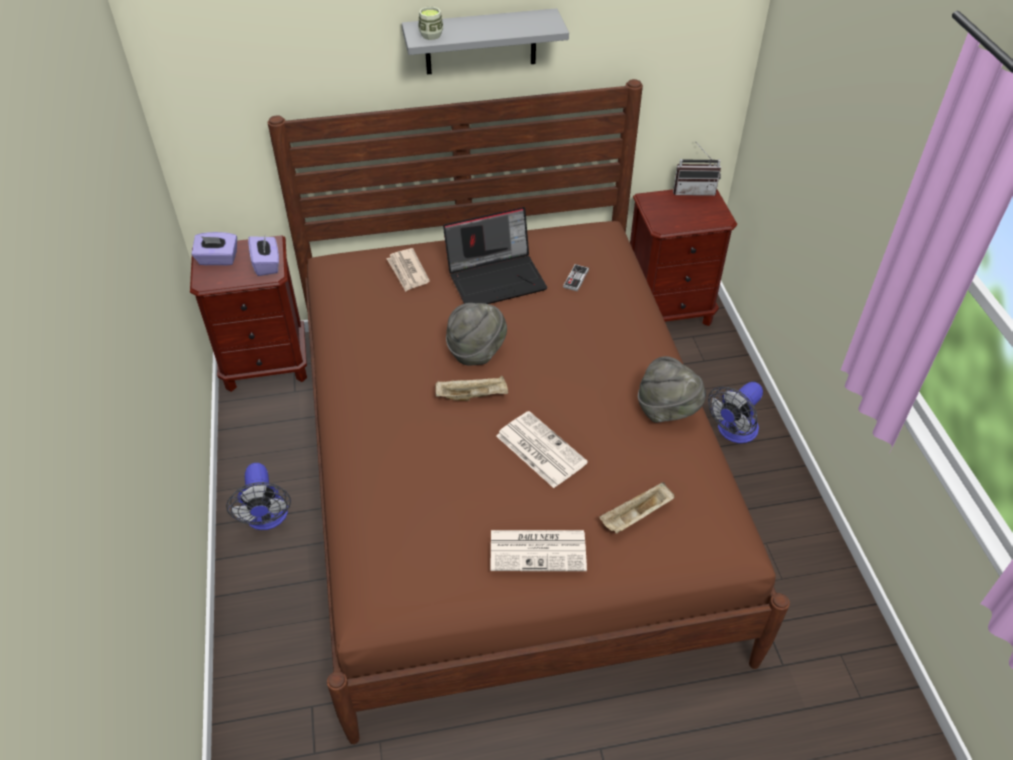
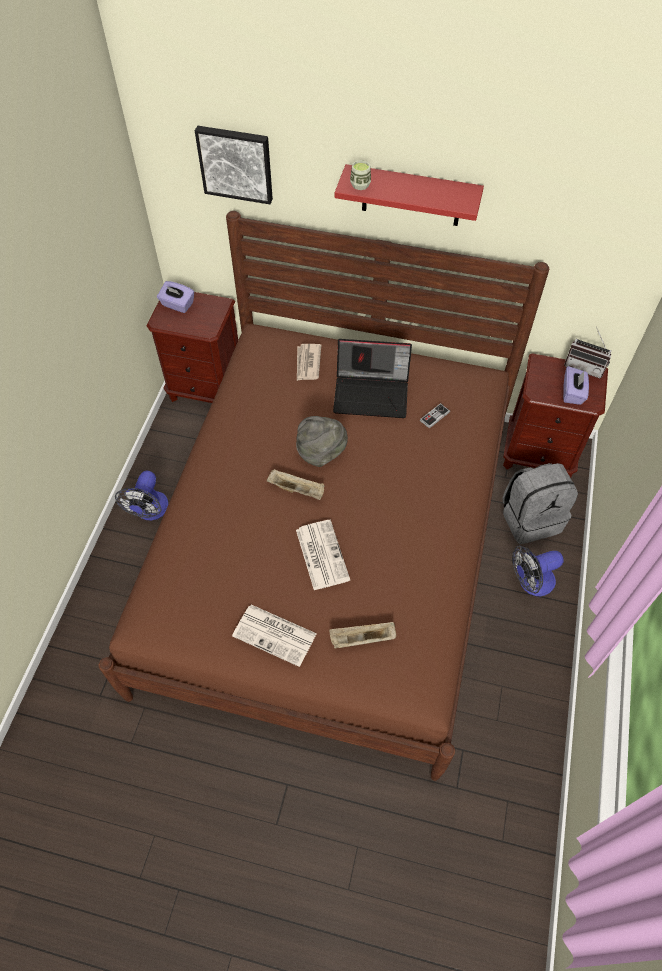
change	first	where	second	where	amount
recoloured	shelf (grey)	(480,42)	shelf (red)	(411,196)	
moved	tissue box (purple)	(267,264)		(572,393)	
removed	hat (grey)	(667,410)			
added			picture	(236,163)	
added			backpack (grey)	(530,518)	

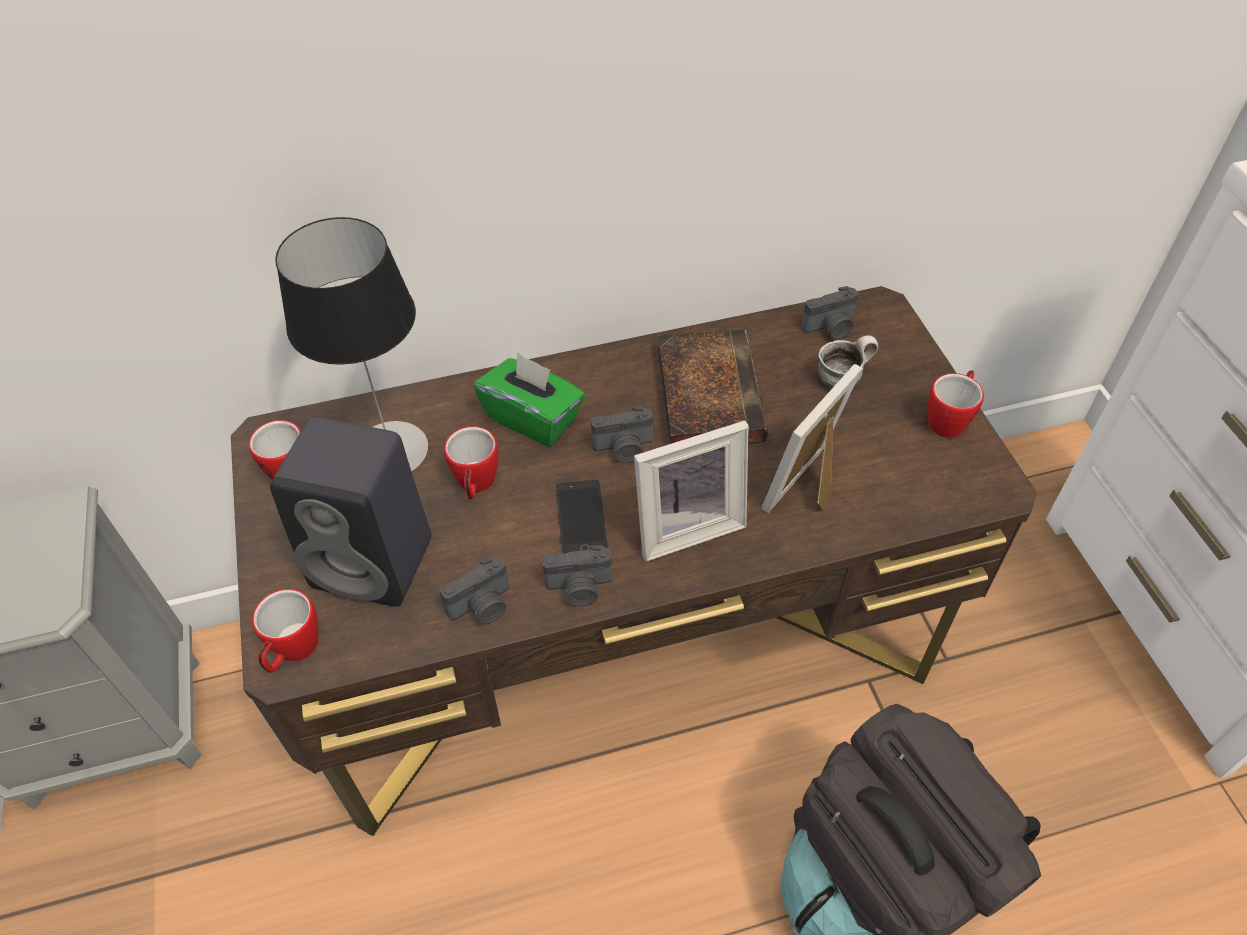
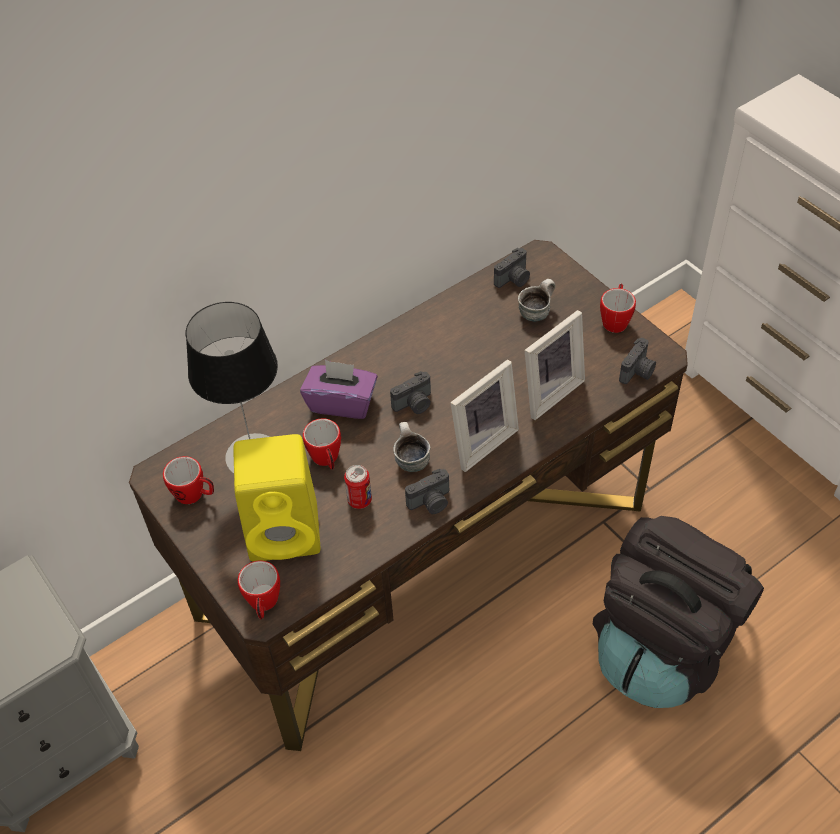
change	first	where	second	where	amount
removed	book	(707,392)			
recoloured	tissue box (green)	(533,418)	tissue box (purple)	(342,403)	
turned	picture frame	(811,487)		(547,391)	150 degrees counterclockwise
recoloured	speaker (black)	(377,562)	speaker (yellow)	(287,531)	
replaced	phone	(581,519)	mug	(409,459)	
moved	photo camera	(483,607)		(638,372)	
added			can	(359,500)	

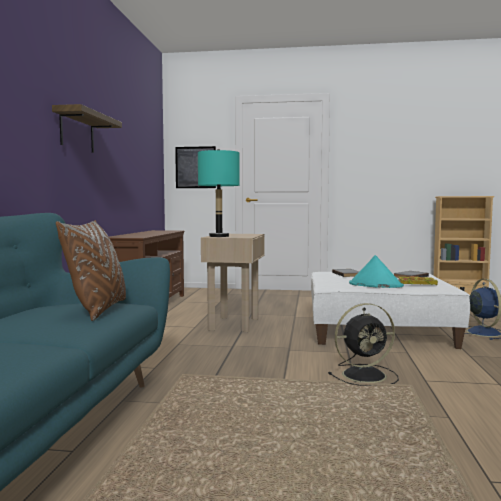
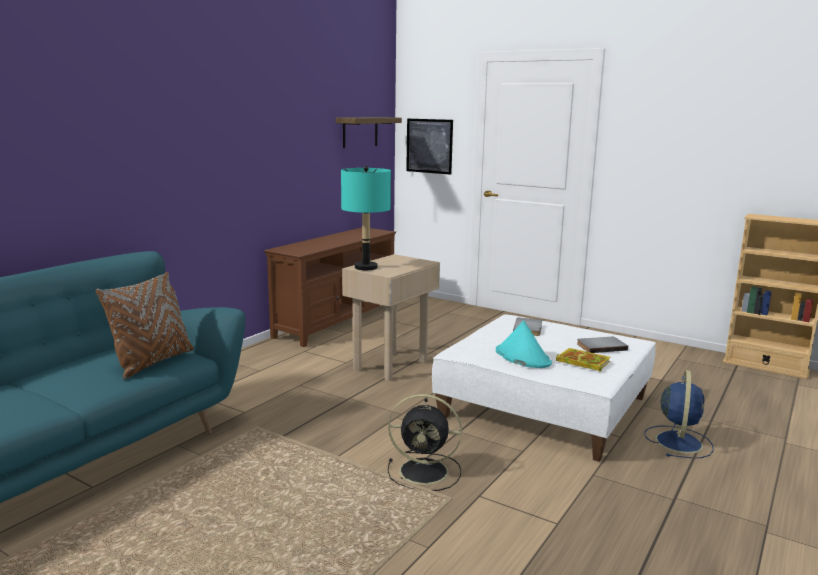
change	first	where	second	where	amount
moved	shelf	(77,131)		(360,132)	

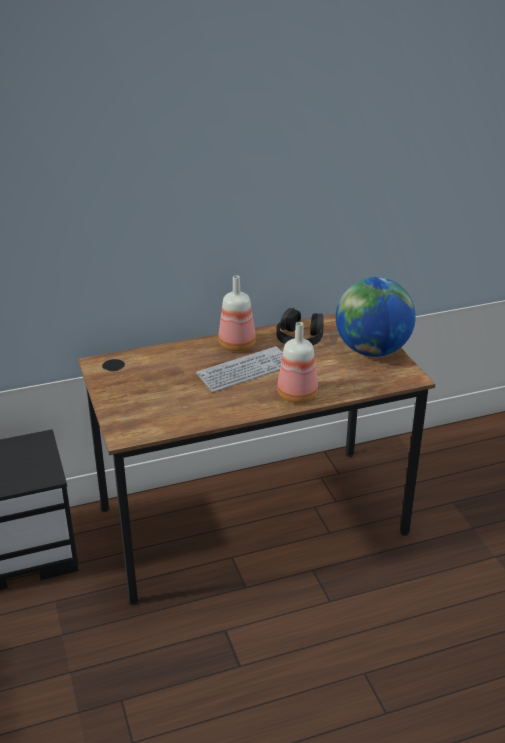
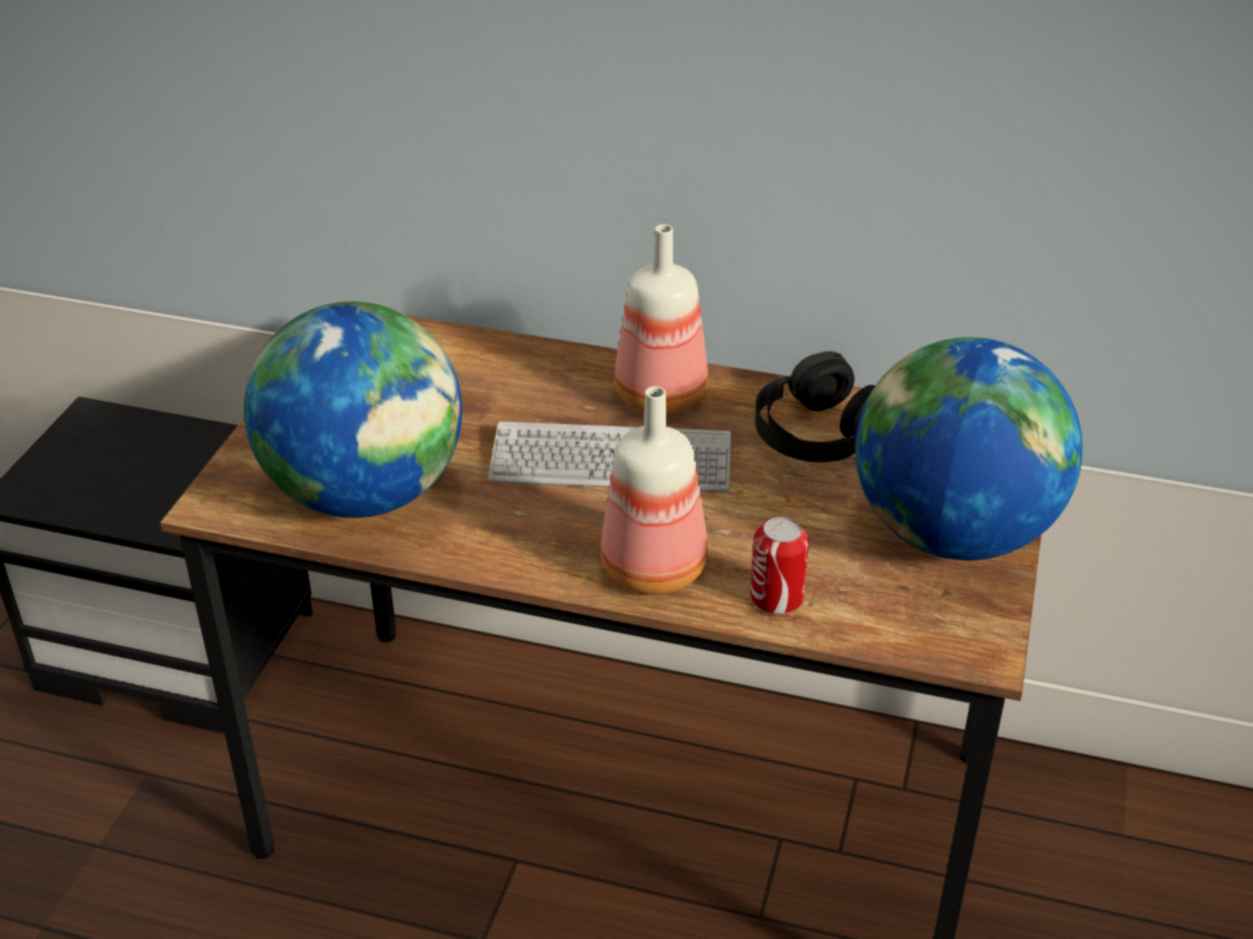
change	first	where	second	where	amount
added			globe	(365,494)	
added			can	(776,597)	

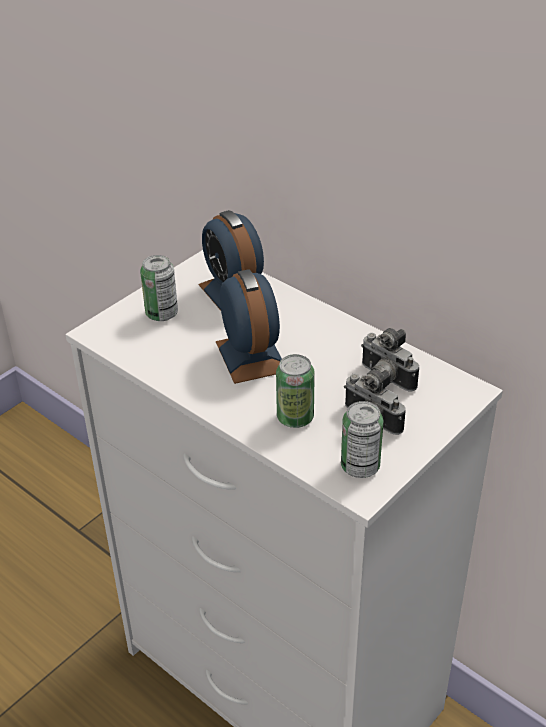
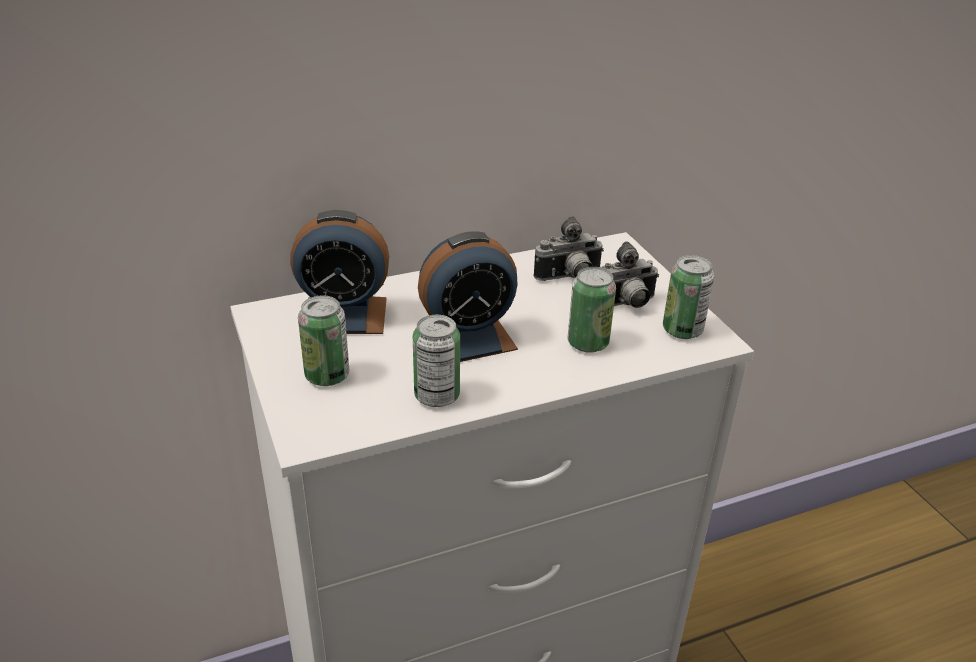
change	first	where	second	where	amount
turned	alarm clock	(250,356)		(467,339)	150 degrees clockwise
added			can	(437,396)	

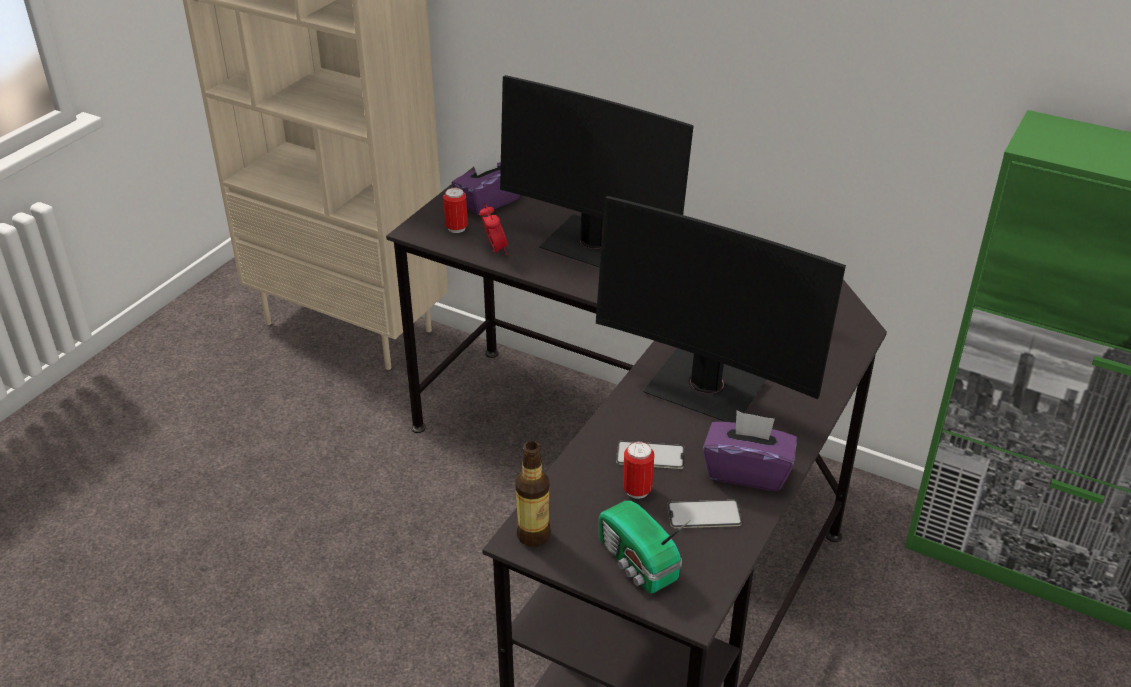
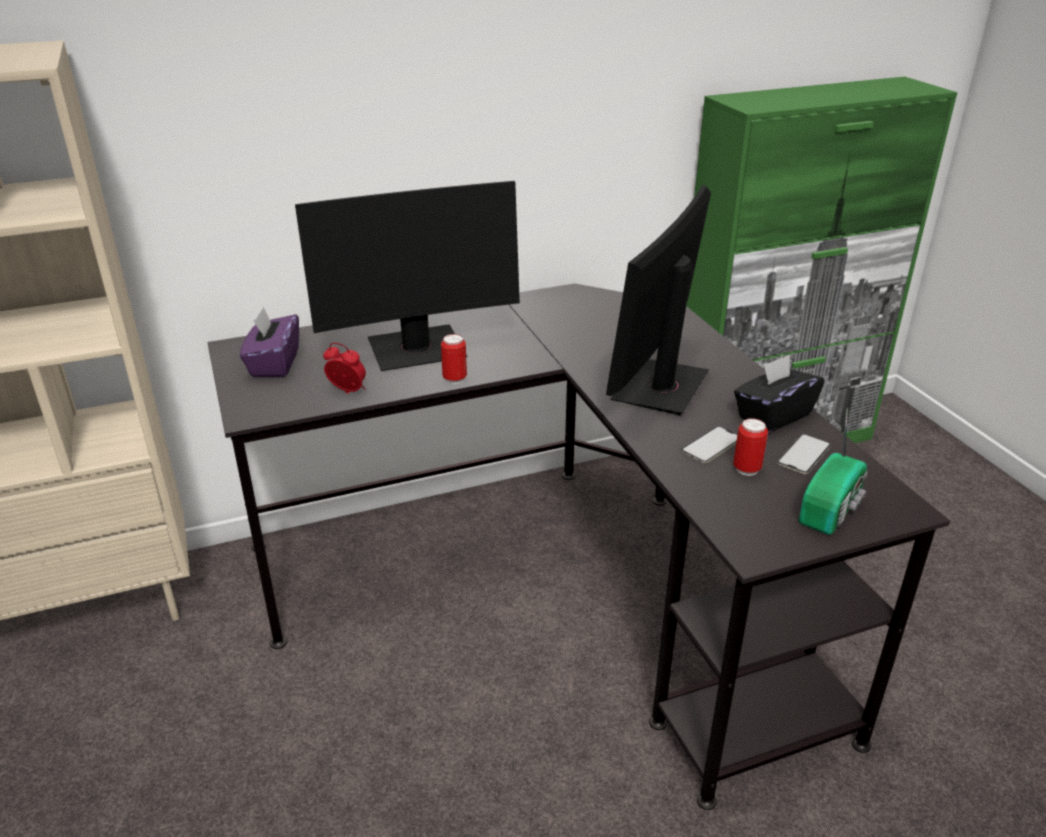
change	first	where	second	where	amount
moved	can	(456,228)		(454,379)	
turned	monitor	(705,388)		(660,388)	135 degrees clockwise
recoloured	tissue box (purple)	(747,471)	tissue box (black)	(773,416)	
removed	bottle	(533,535)			
turned	radio	(637,563)		(833,508)	60 degrees counterclockwise

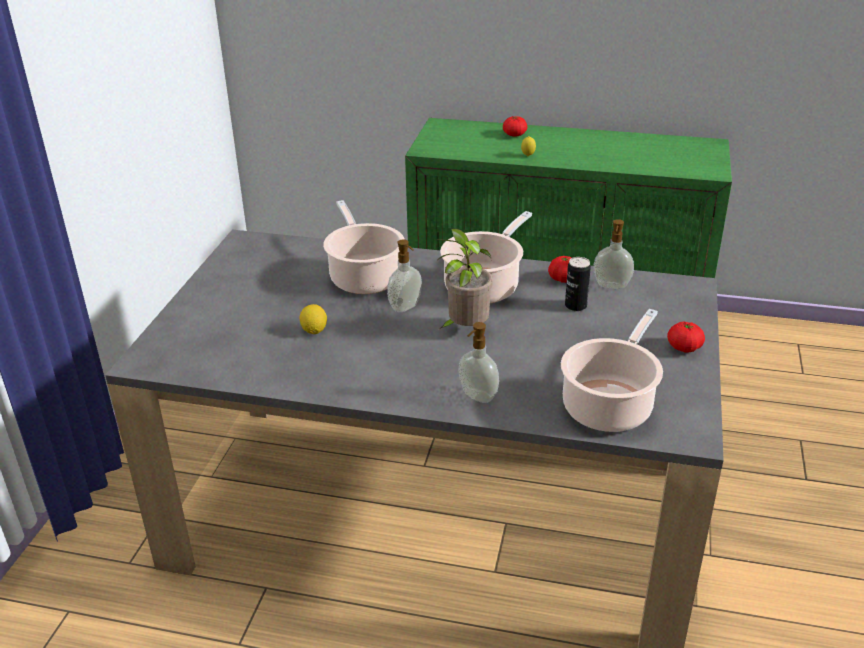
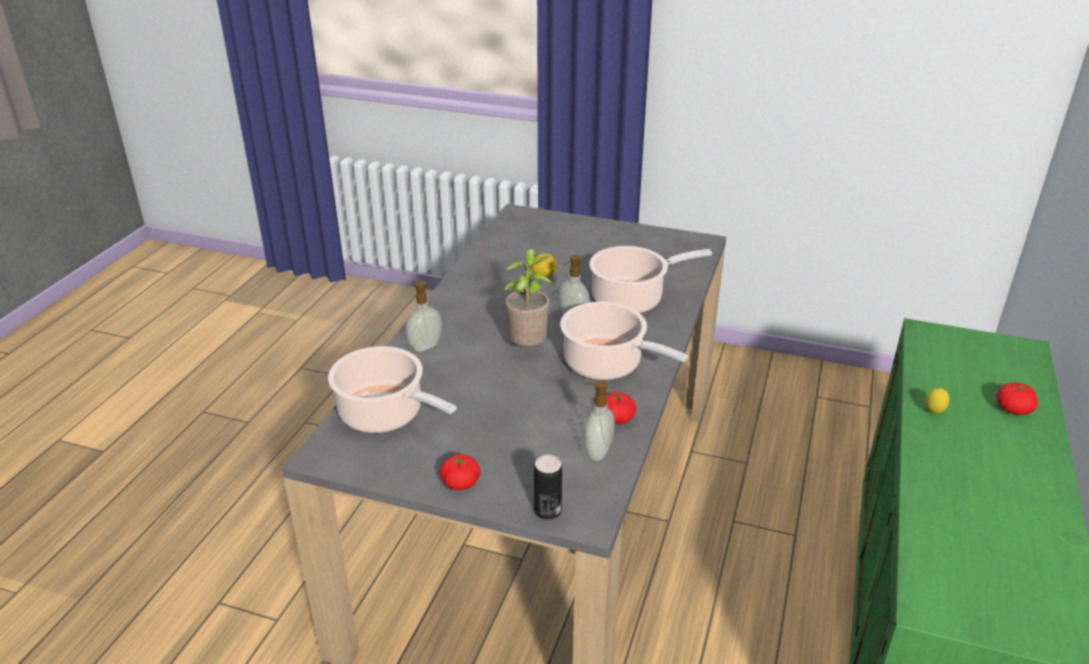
change	first	where	second	where	amount
moved	can	(575,306)		(548,511)	

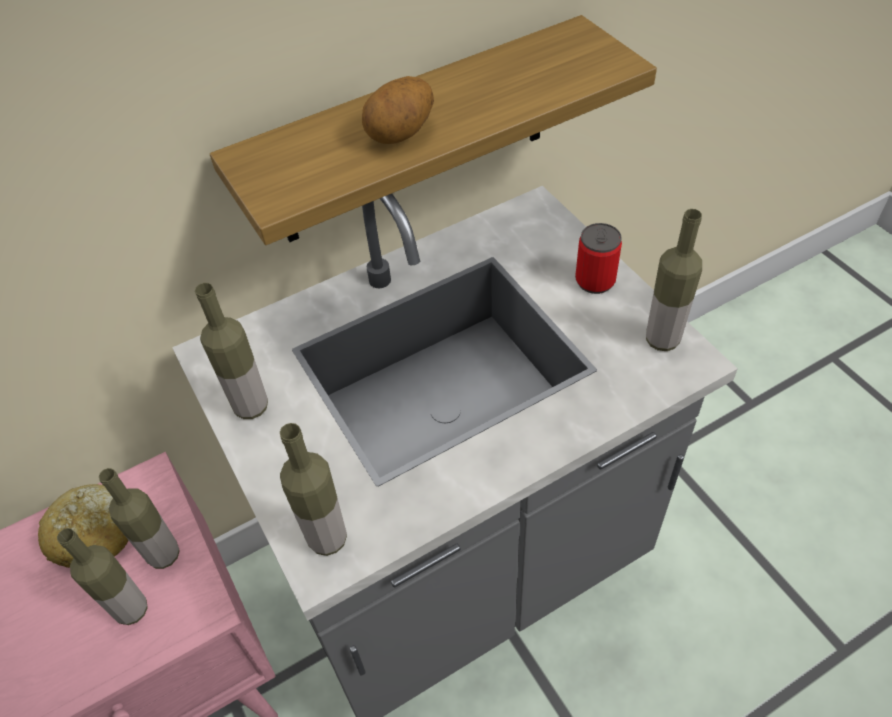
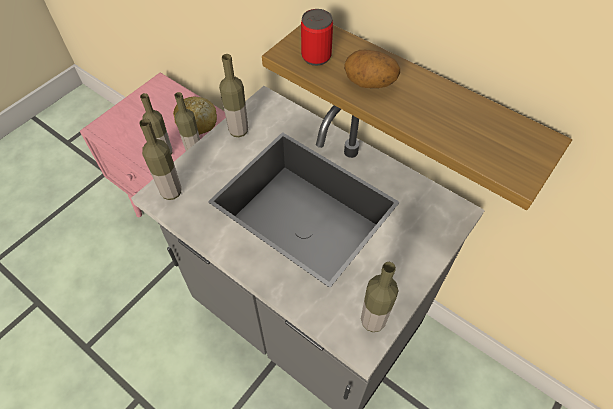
change	first	where	second	where	amount
moved	can	(595,281)		(316,56)	

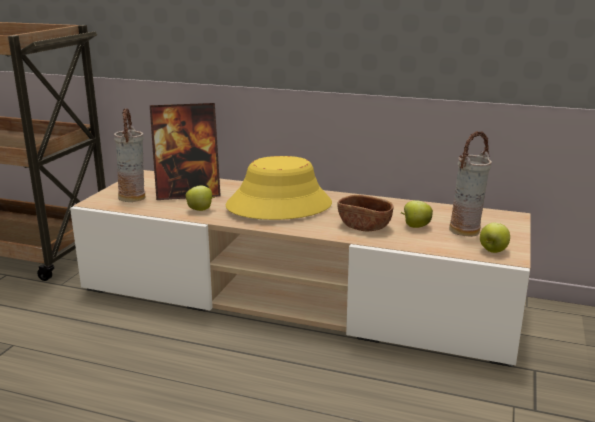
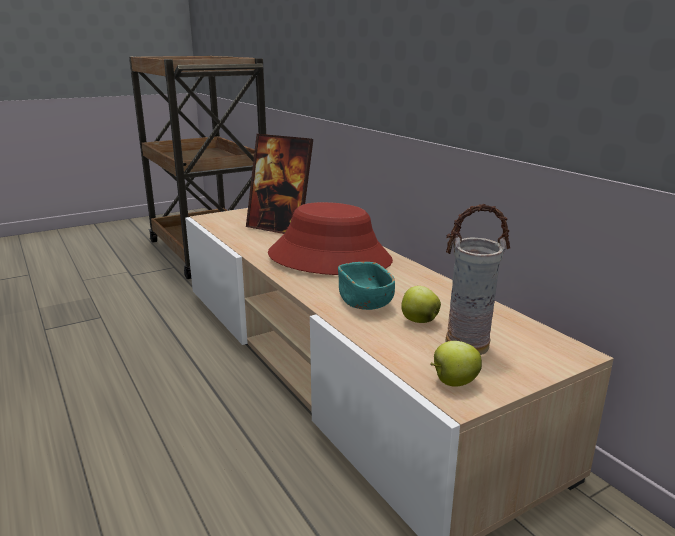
change	first	where	second	where	amount
removed	vase	(133,198)			
recoloured	hat (yellow)	(279,205)	hat (red)	(330,258)	
removed	apple	(201,210)			
recoloured	bowl (brown)	(364,226)	bowl (turquoise)	(365,302)	

